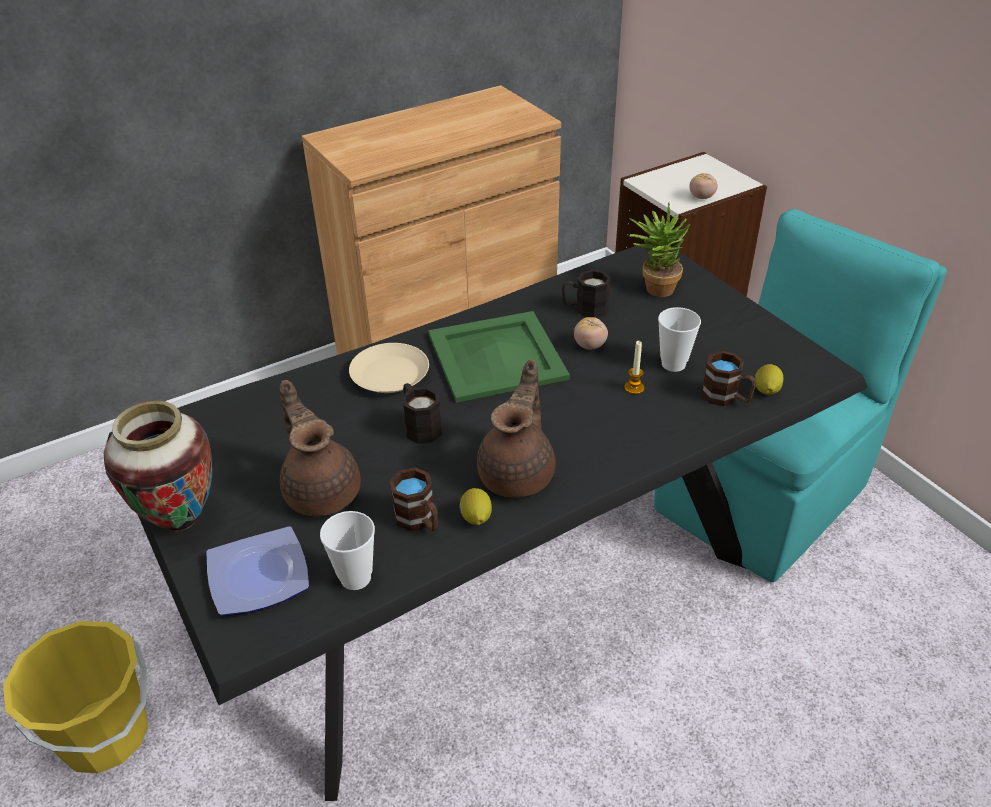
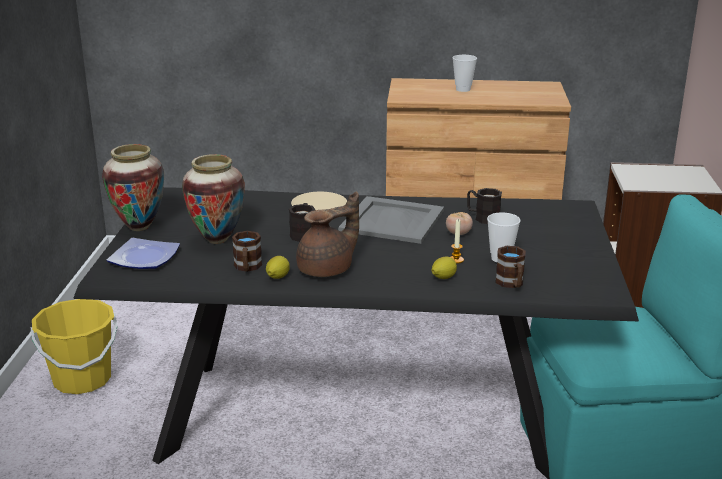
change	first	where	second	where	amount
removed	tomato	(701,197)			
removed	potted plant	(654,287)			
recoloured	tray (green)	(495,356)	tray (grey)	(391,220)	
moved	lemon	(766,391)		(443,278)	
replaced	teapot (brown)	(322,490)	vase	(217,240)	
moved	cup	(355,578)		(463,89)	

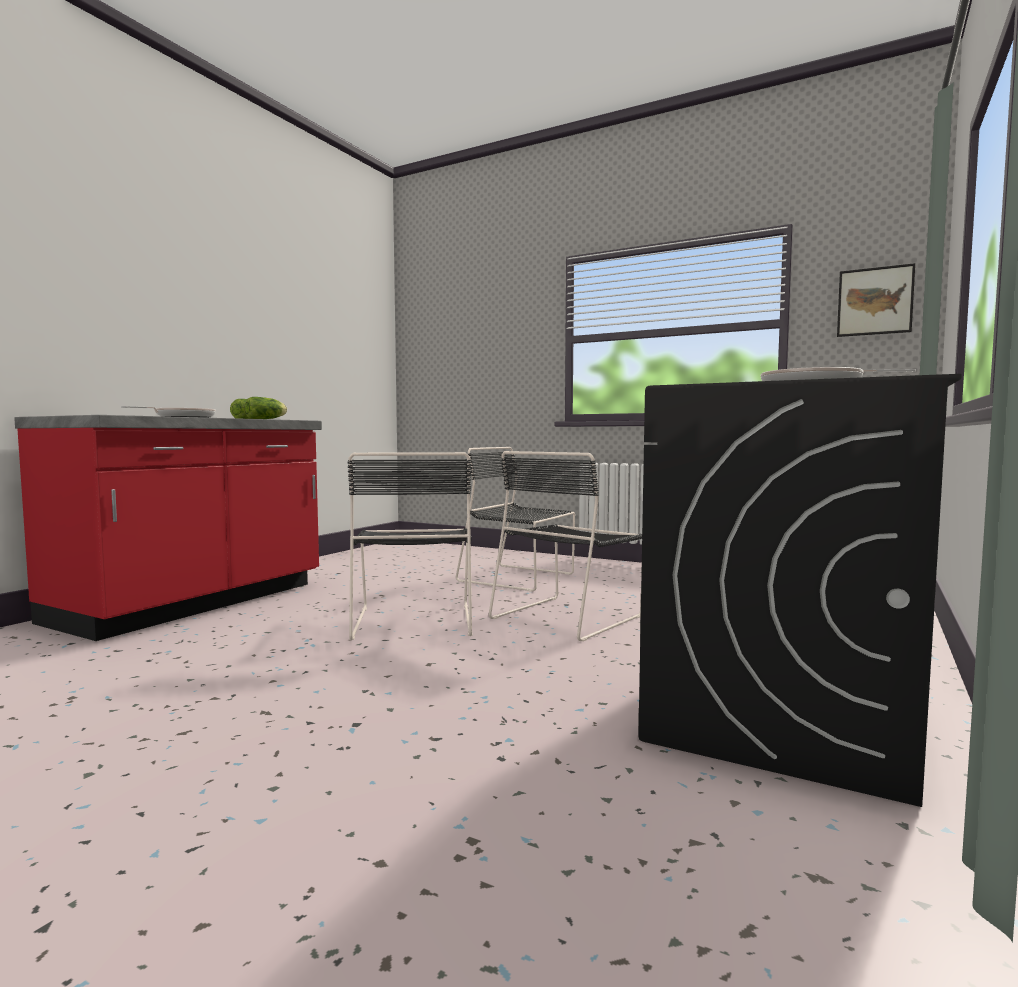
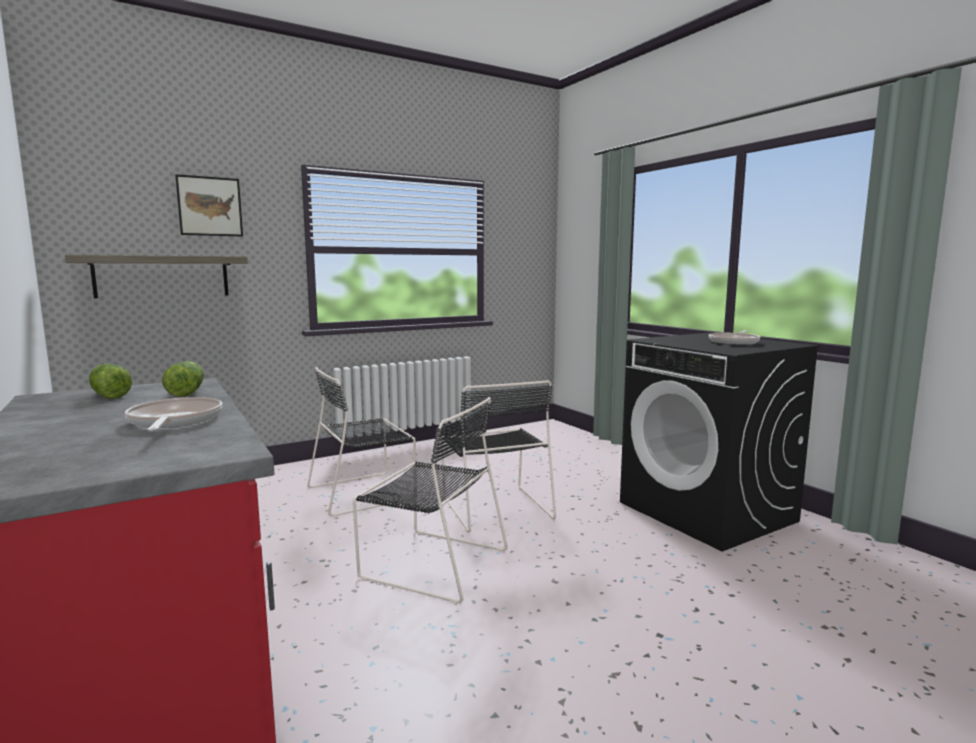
change	first	where	second	where	amount
moved	picture	(874,301)		(210,206)	
added			shelf	(162,276)	

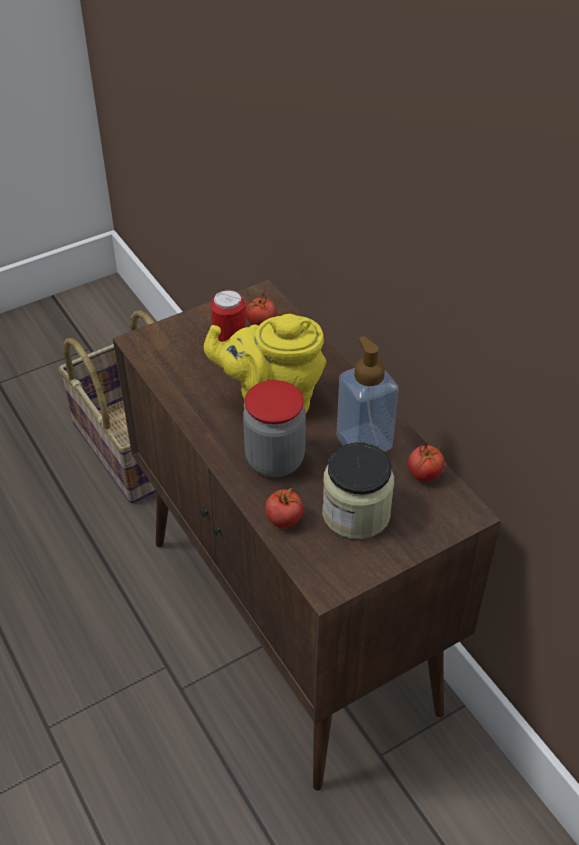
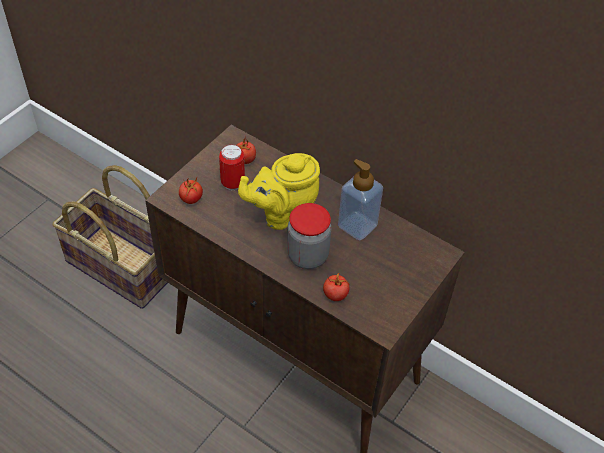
change	first	where	second	where	amount
removed	jar	(356,513)			
moved	tomato	(424,475)		(191,199)	

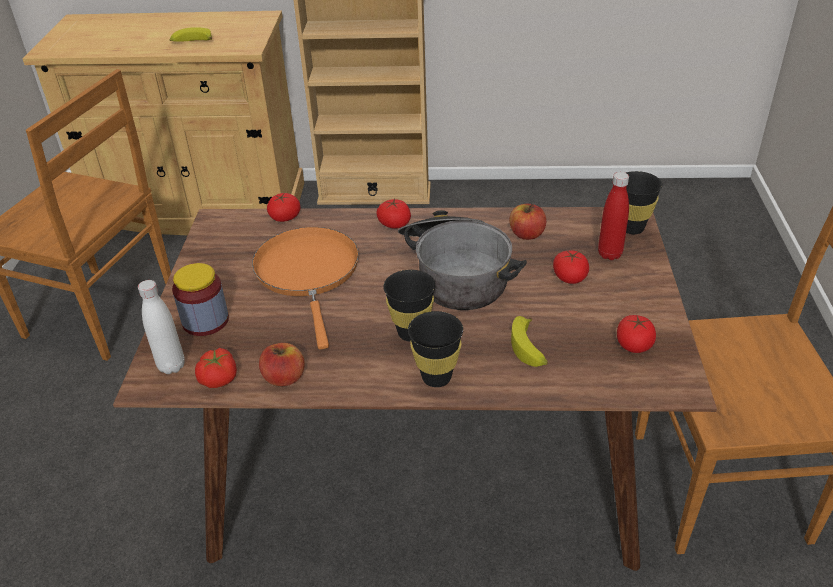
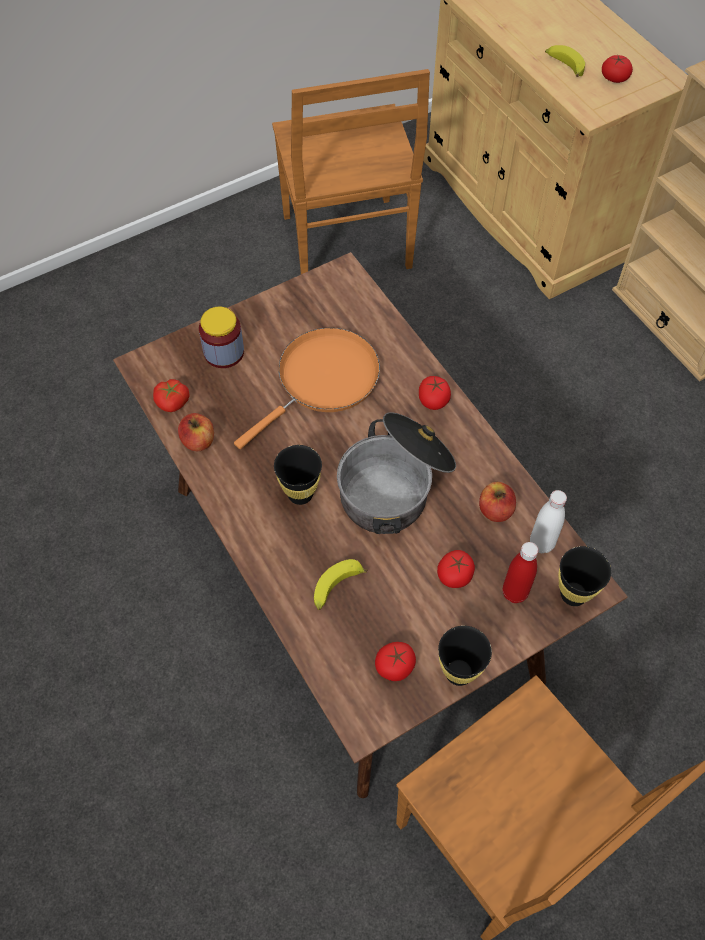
change	first	where	second	where	amount
moved	tomato	(285,217)		(614,78)	
moved	bottle (white)	(171,366)		(541,543)	
moved	cup (black)	(436,377)		(459,672)	

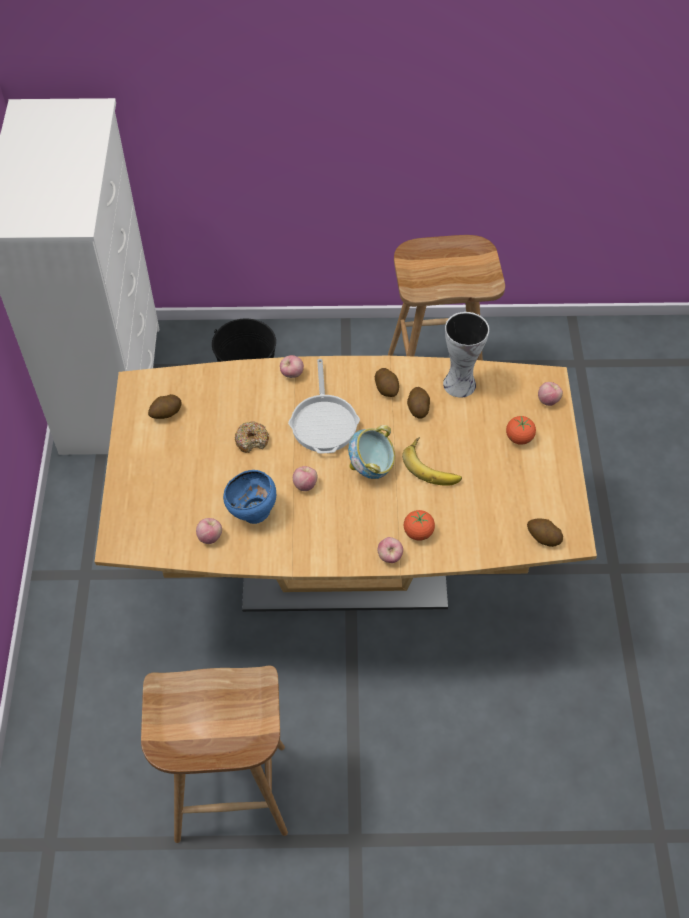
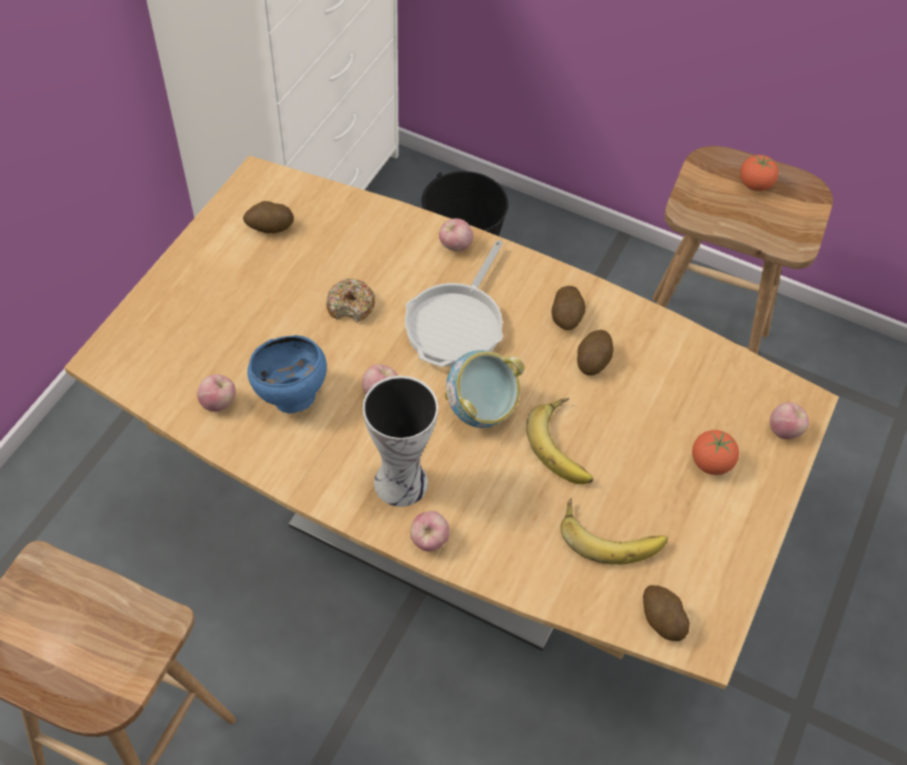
change	first	where	second	where	amount
moved	vase	(458,383)		(401,480)	
moved	tomato	(418,532)		(754,185)	
added			banana	(611,533)	

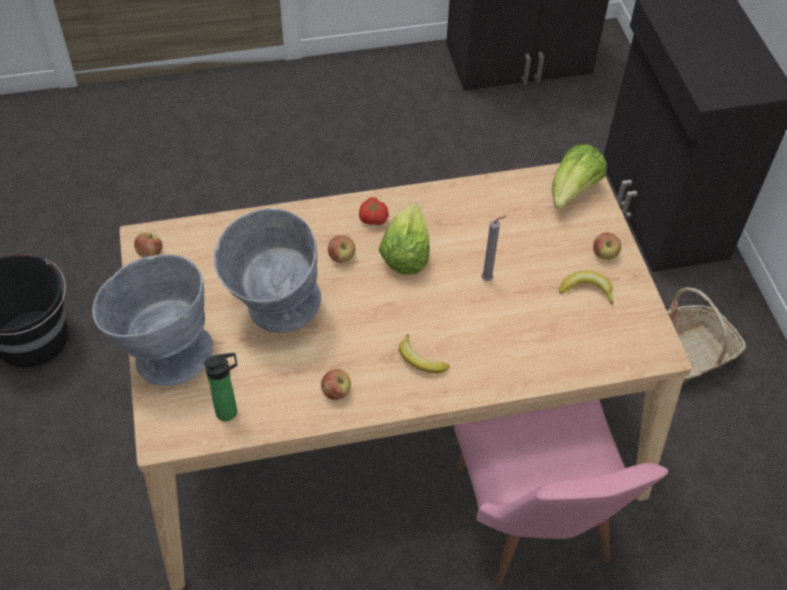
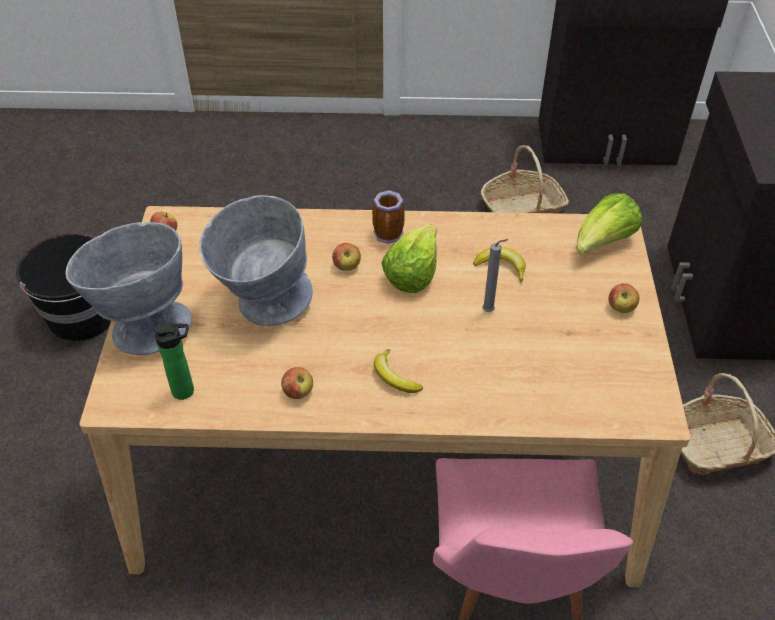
change	first	where	second	where	amount
replaced	tomato	(372,219)	mug	(389,236)	
moved	banana	(587,290)		(501,266)	
added			basket	(522,209)	

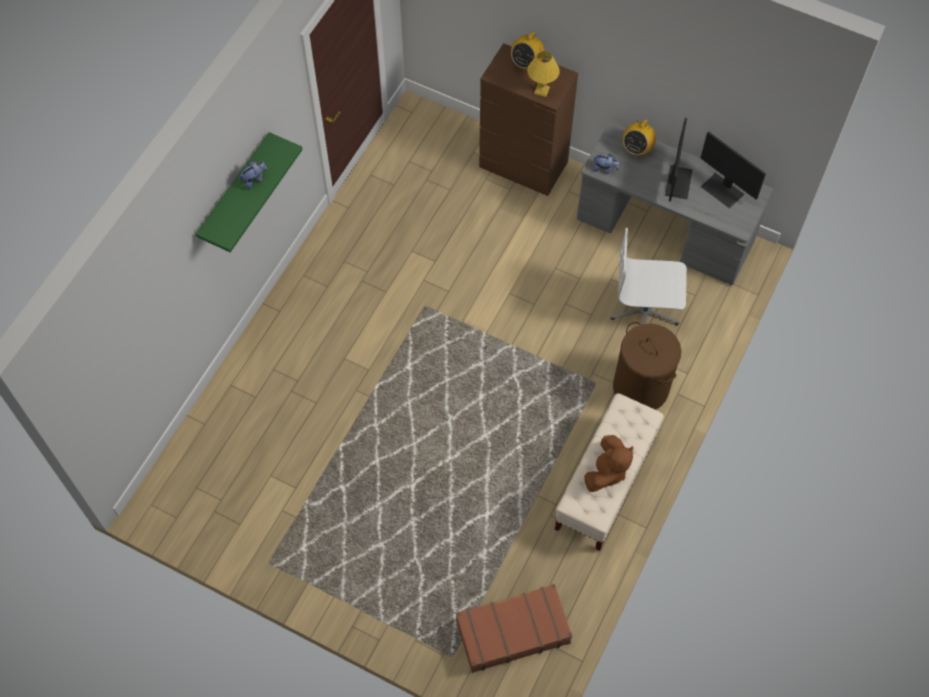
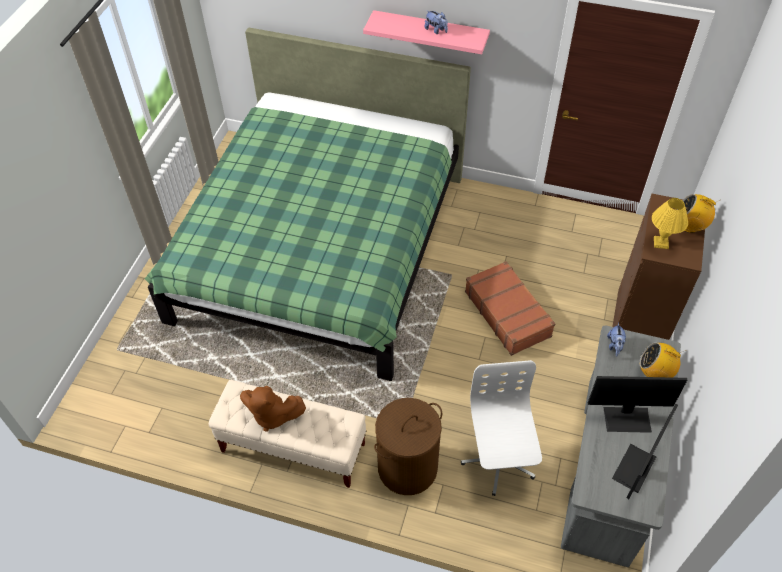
change	first	where	second	where	amount
recoloured	shelf (green)	(235,191)	shelf (pink)	(430,32)	
moved	suitcase (brown)	(512,631)		(508,313)	
added			bed (green)	(320,247)	

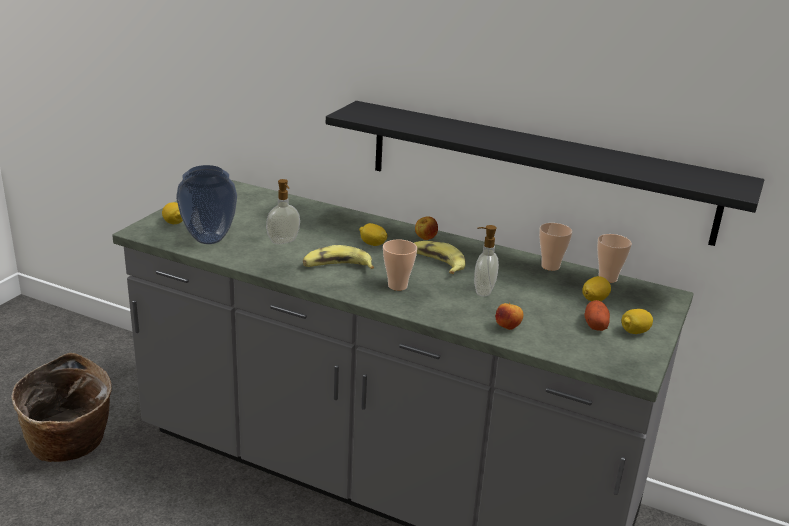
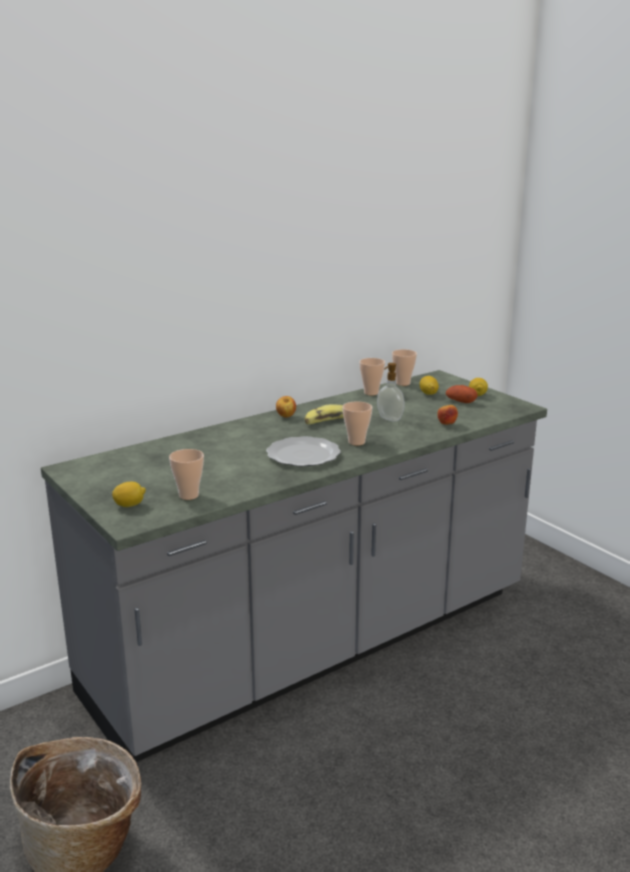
change	first	where	second	where	amount
removed	shelf (black)	(537,170)			
replaced	vase	(208,239)	cup	(188,495)	
removed	soap dispenser	(284,241)			
removed	lemon	(372,244)			
replaced	banana	(337,267)	plate	(303,455)	

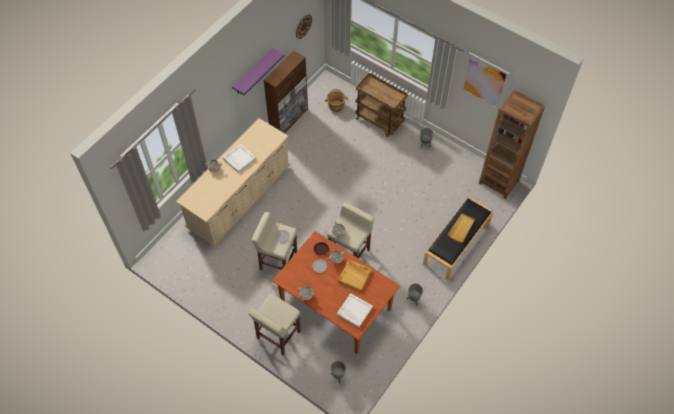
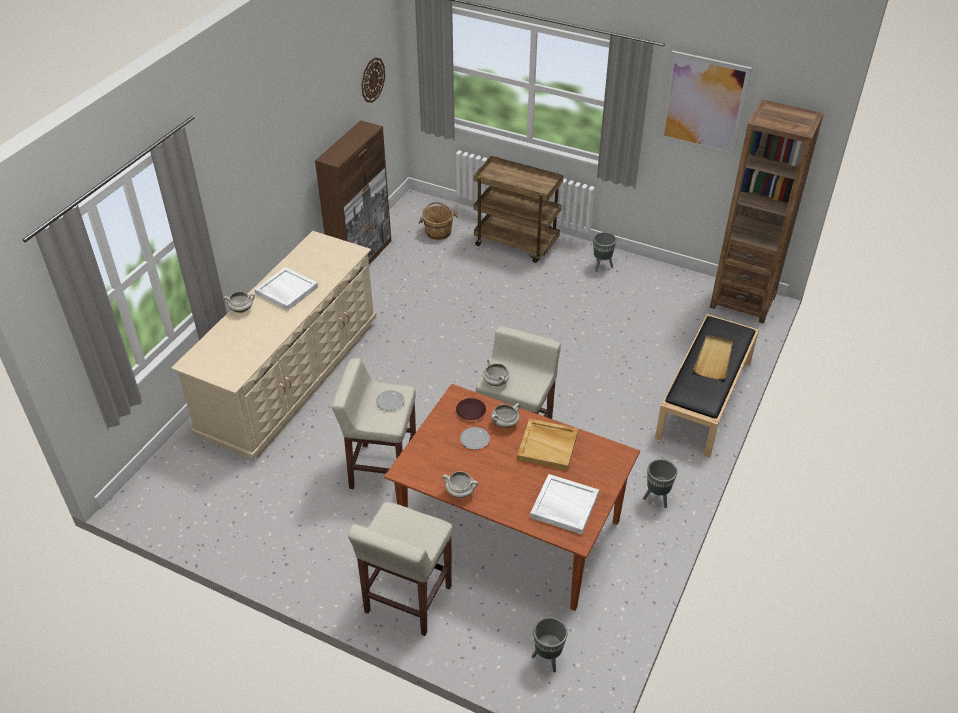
change	first	where	second	where	amount
removed	shelf (purple)	(253,72)			

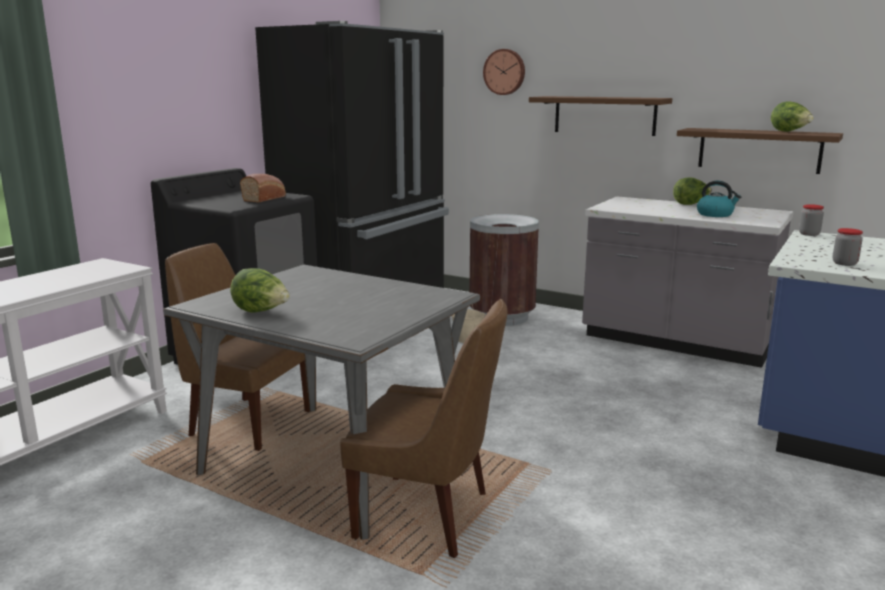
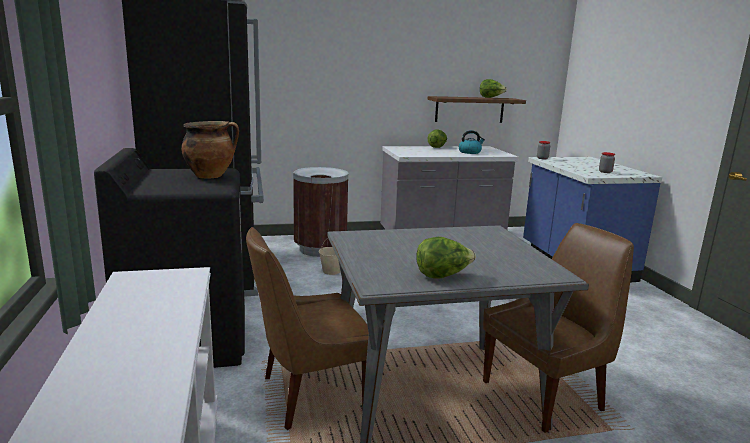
change	first	where	second	where	amount
removed	wall clock	(505,72)			
removed	shelf (brown)	(604,115)			
replaced	bread	(265,198)	cooking pot	(211,176)	

